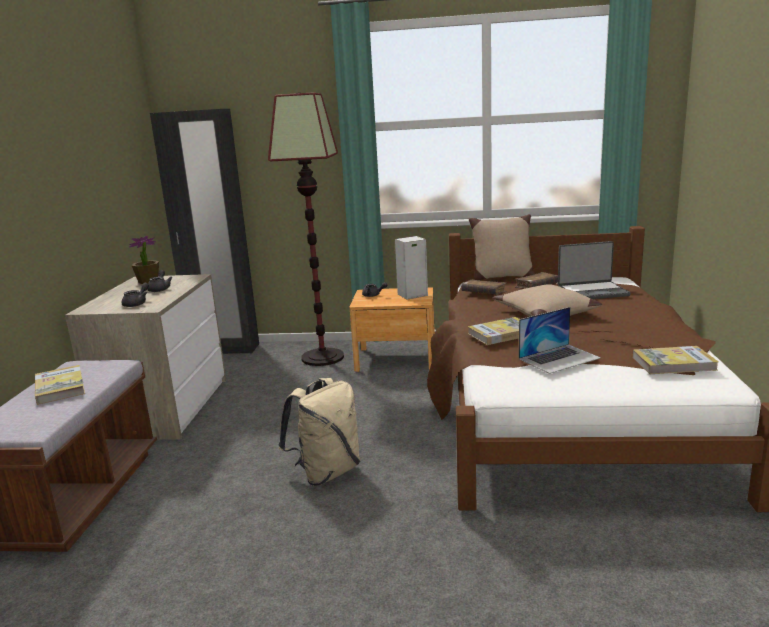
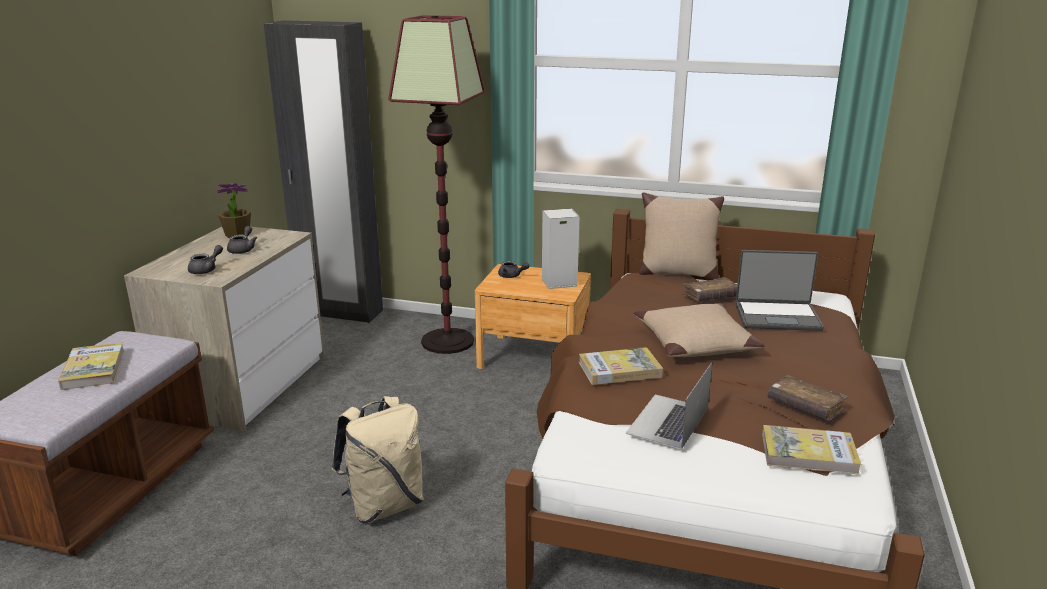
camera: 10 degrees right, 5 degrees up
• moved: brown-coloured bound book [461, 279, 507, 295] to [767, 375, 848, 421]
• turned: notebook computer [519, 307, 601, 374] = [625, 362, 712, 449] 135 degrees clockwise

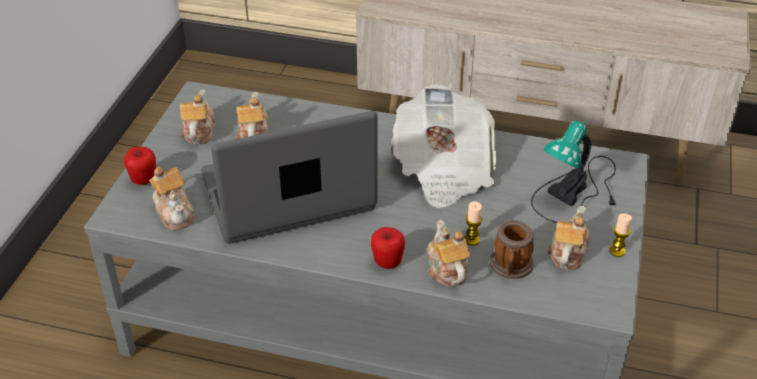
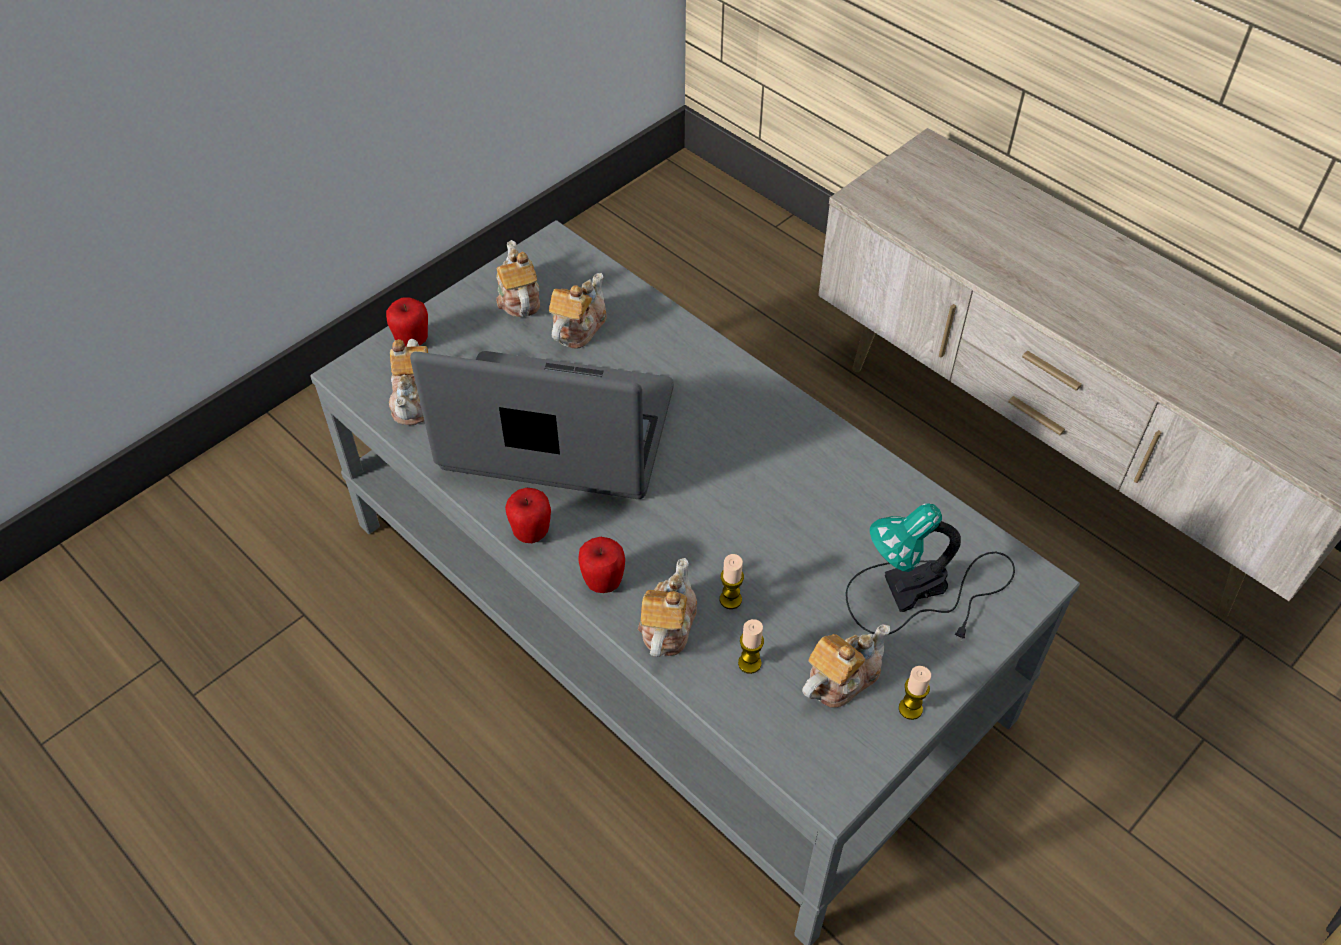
camera: 30 degrees right, 10 degrees up
• turned: pot for tea [180, 90, 215, 144] = [496, 240, 540, 317] 45 degrees counterclockwise
• removed: newspaper [390, 84, 496, 208]
• replaced: mug [490, 220, 534, 279] to wax candle [738, 619, 764, 674]
• added: apple [505, 488, 551, 543]

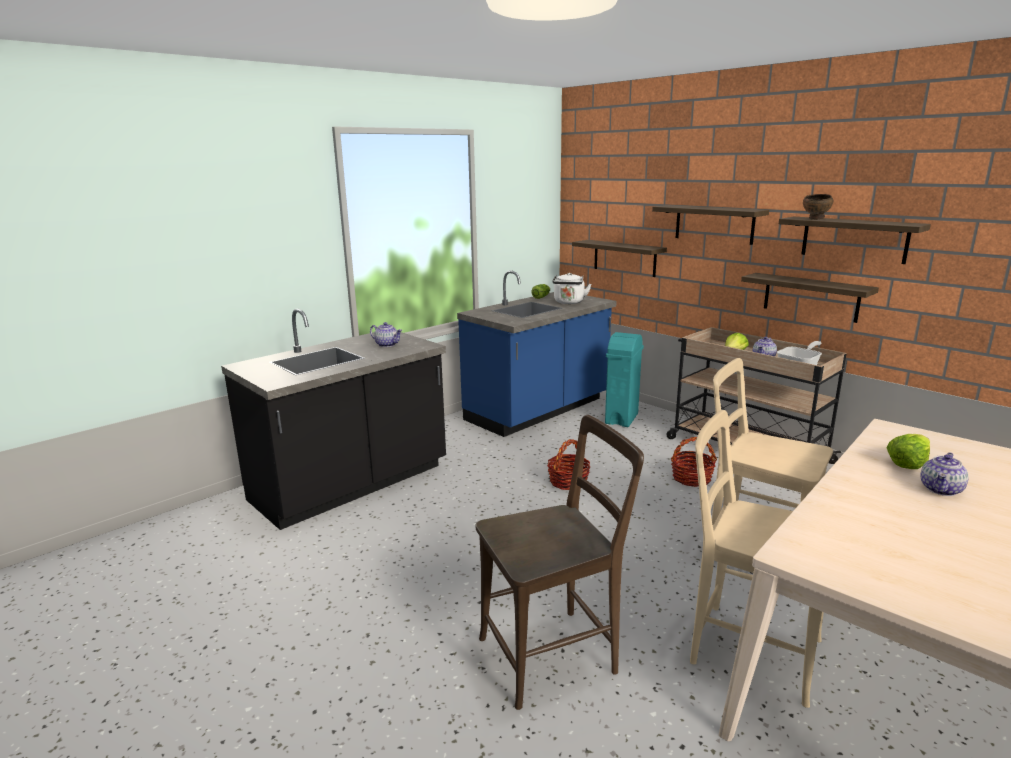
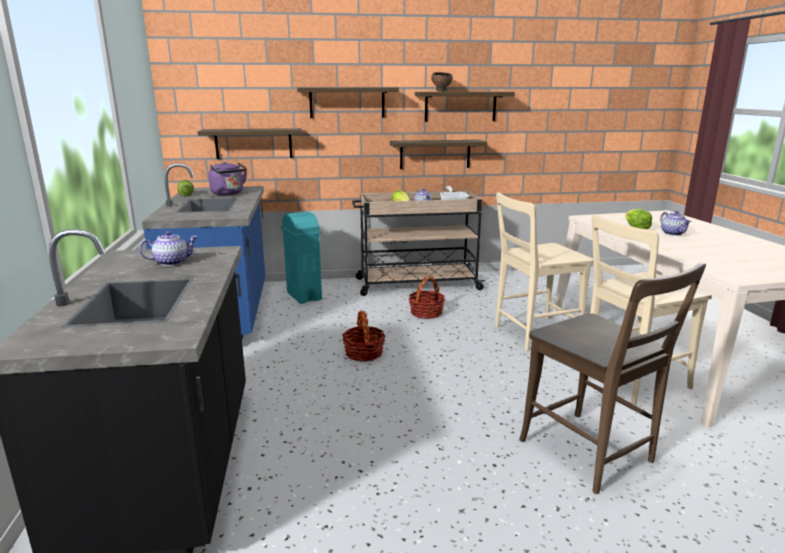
camera: 55 degrees left, 0 degrees up
• turned: brown-coloured plain chair [476, 415, 644, 710] = [519, 263, 706, 494] 135 degrees clockwise
• recoloured: white tea kettle [553, 273, 591, 304] to purple-coloured tea kettle [208, 161, 247, 195]

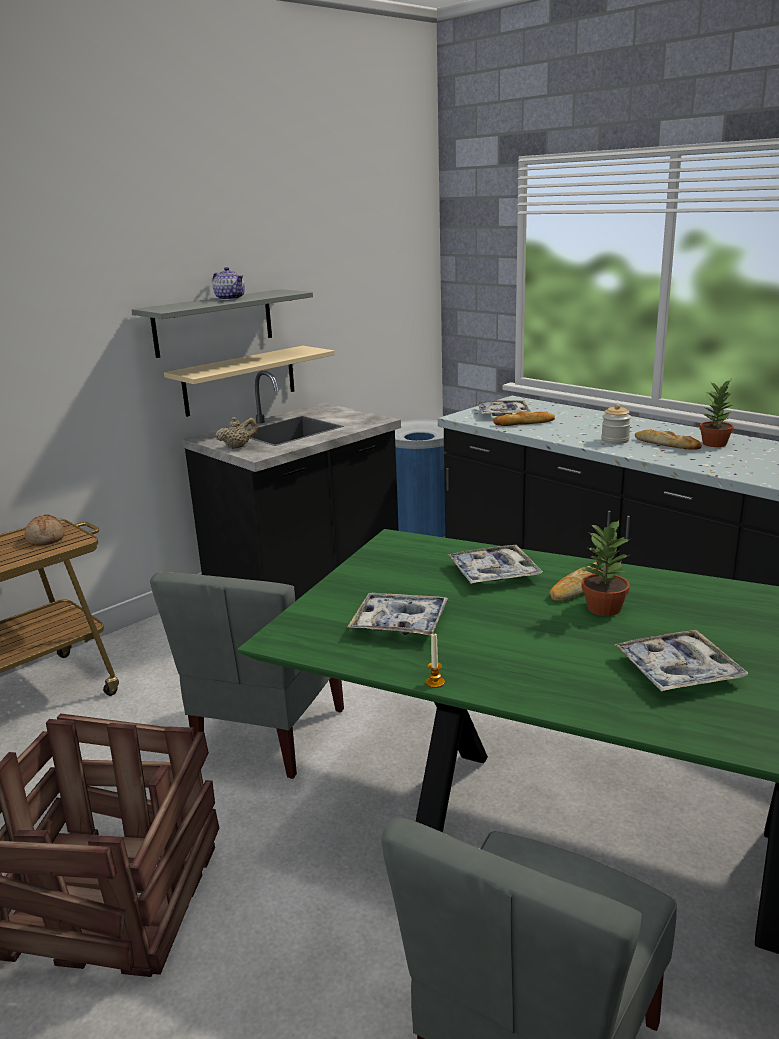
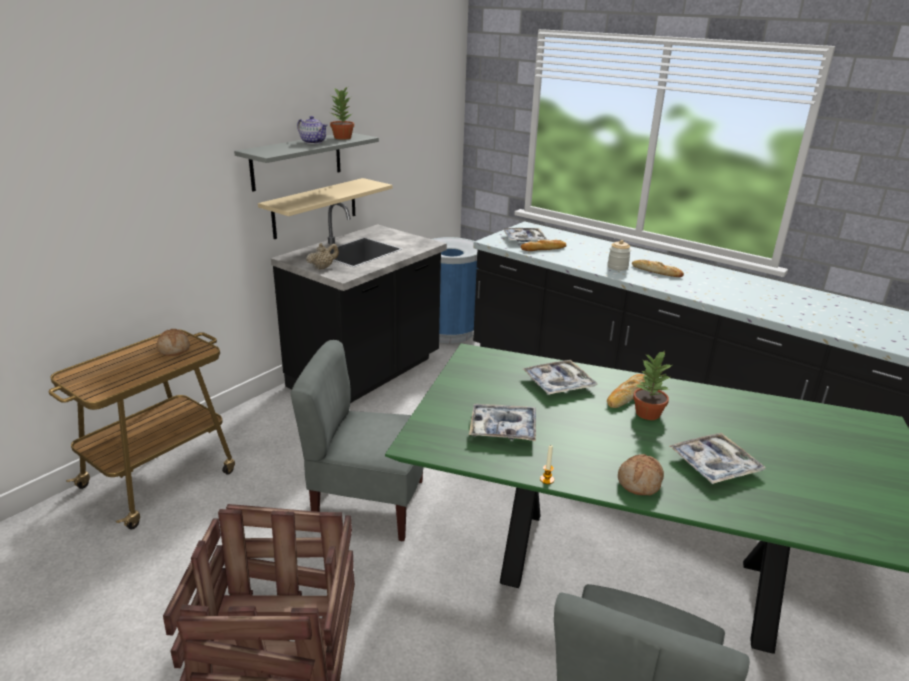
camera: 10 degrees left, 5 degrees up
• turned: greyish plain chair [150, 572, 344, 779] = [290, 340, 424, 541] 90 degrees clockwise
• moved: potted plant [700, 380, 733, 447] to [330, 87, 354, 140]
• added: bread [618, 454, 664, 495]

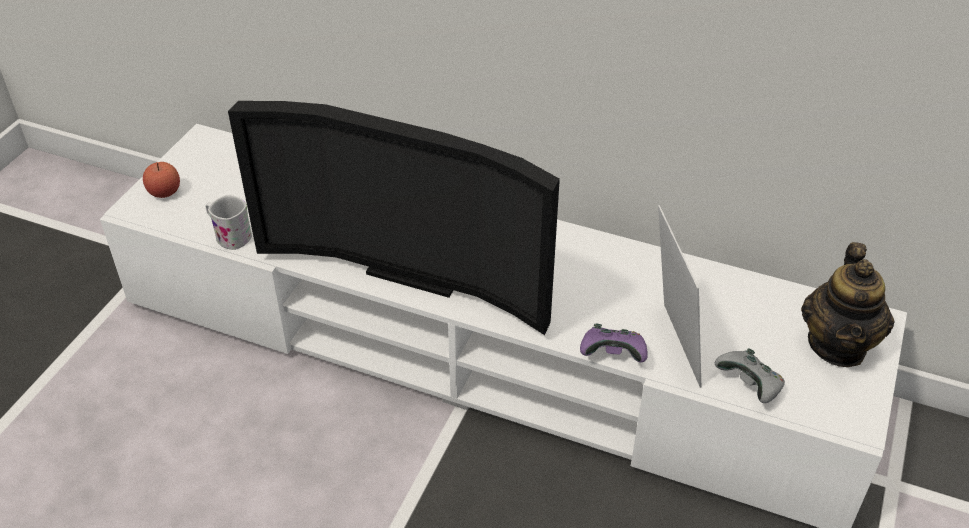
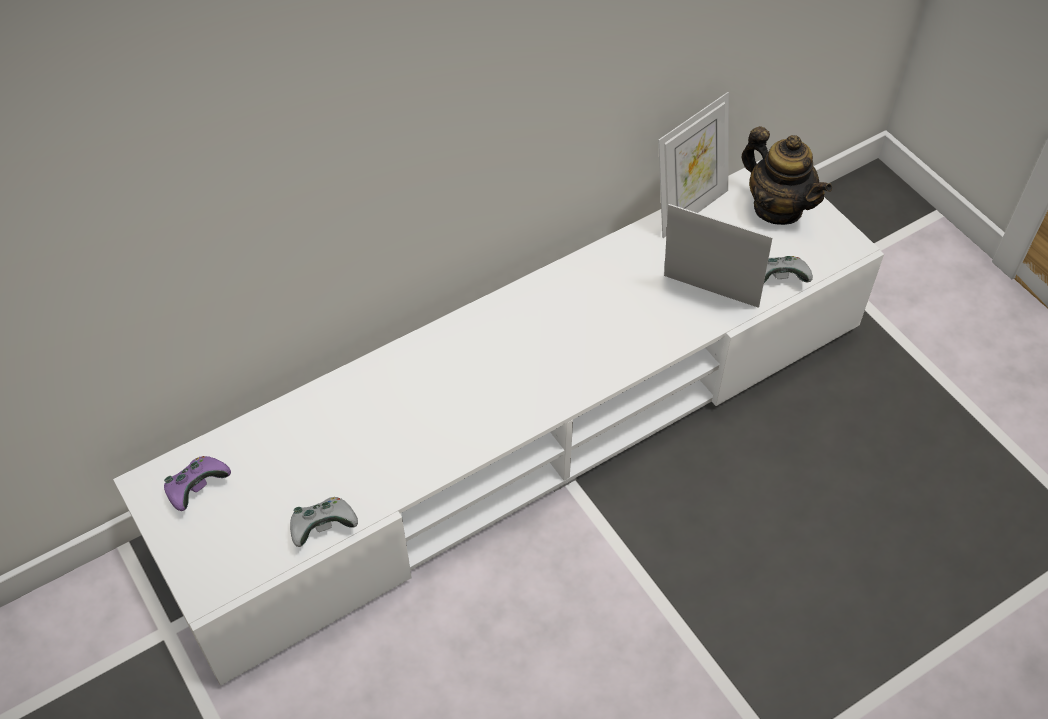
camera: 55 degrees left, 10 degrees up
• removed: apple [143, 162, 180, 198]
• replaced: white mug [206, 195, 252, 250] to greyish game controller [290, 497, 358, 547]
• removed: TV [228, 101, 560, 335]
• moved: purple-coloured game controller [580, 324, 648, 362] to [164, 456, 231, 511]
• added: photo frame [658, 92, 729, 238]

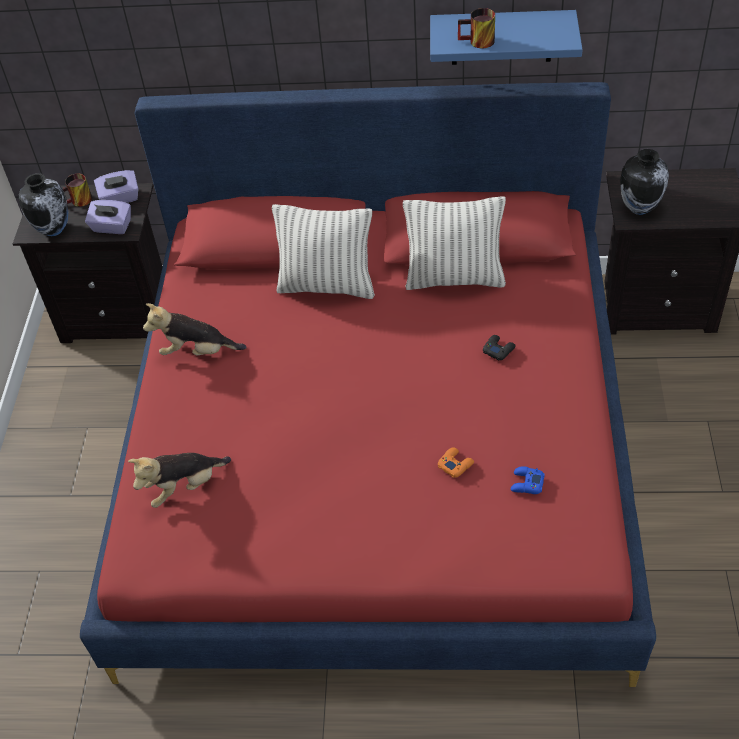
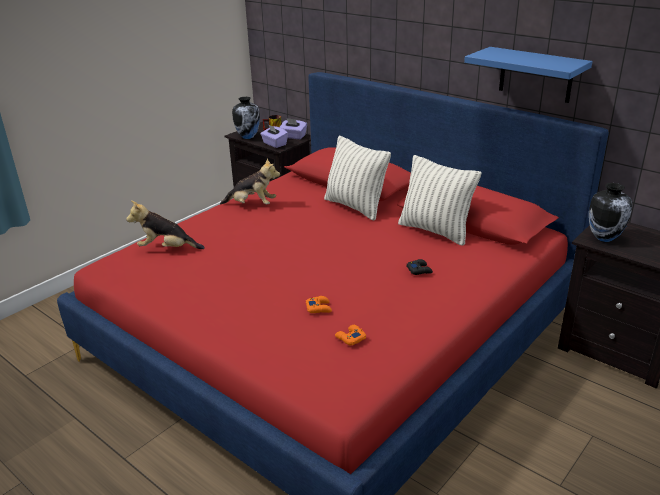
camera: 35 degrees right, 20 degrees down
• turned: plush toy [143, 303, 247, 355] = [220, 158, 280, 205] 150 degrees clockwise
• removed: mug [458, 8, 495, 48]
• recoloured: blue-coloured game controller [511, 466, 545, 494] to orange game controller [335, 325, 366, 346]

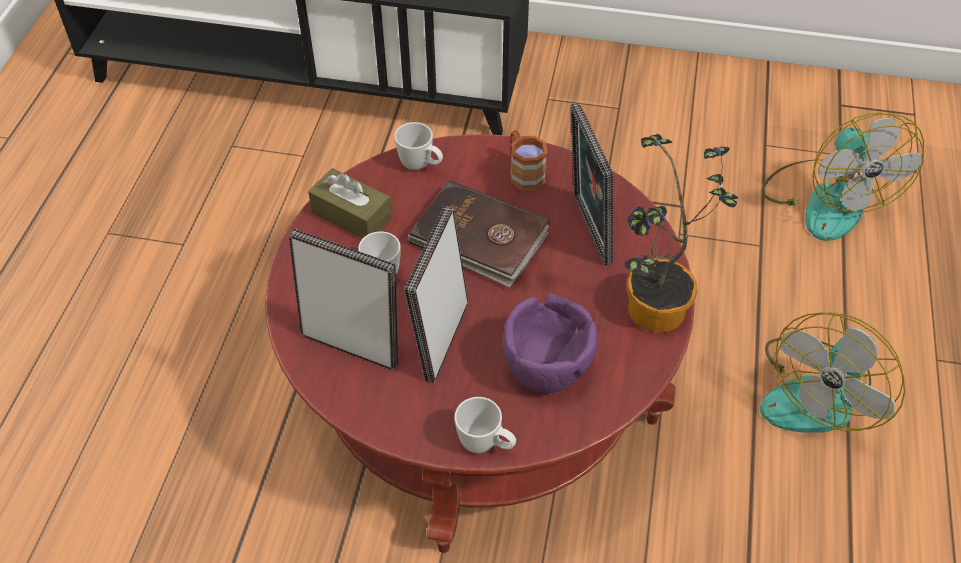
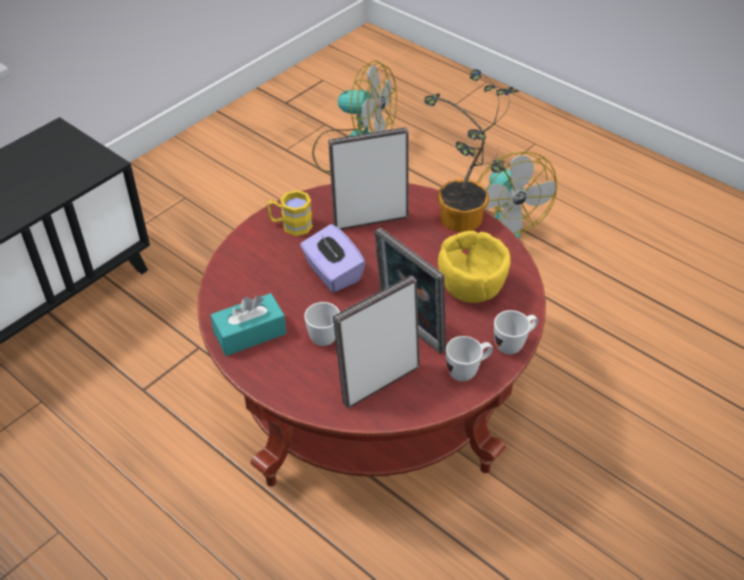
camera: 60 degrees left, 5 degrees down
• recoloured: brown-coloured tissue holder [308, 168, 392, 239] to turquoise-coloured tissue holder [210, 293, 286, 356]
• moved: white mug [394, 122, 443, 170] to [446, 336, 493, 381]
• replaced: brown-coloured bound book [407, 180, 549, 288] to purple-coloured tissue holder [300, 224, 365, 293]
• recoloured: purple-coloured serving bowl [503, 294, 598, 393] to yellow serving bowl [438, 231, 510, 303]
• recoloured: brown-coloured mug [510, 130, 548, 191] to yellow mug [267, 190, 313, 236]
• turned: photo frame [570, 103, 614, 265] = [328, 127, 409, 230] 150 degrees clockwise

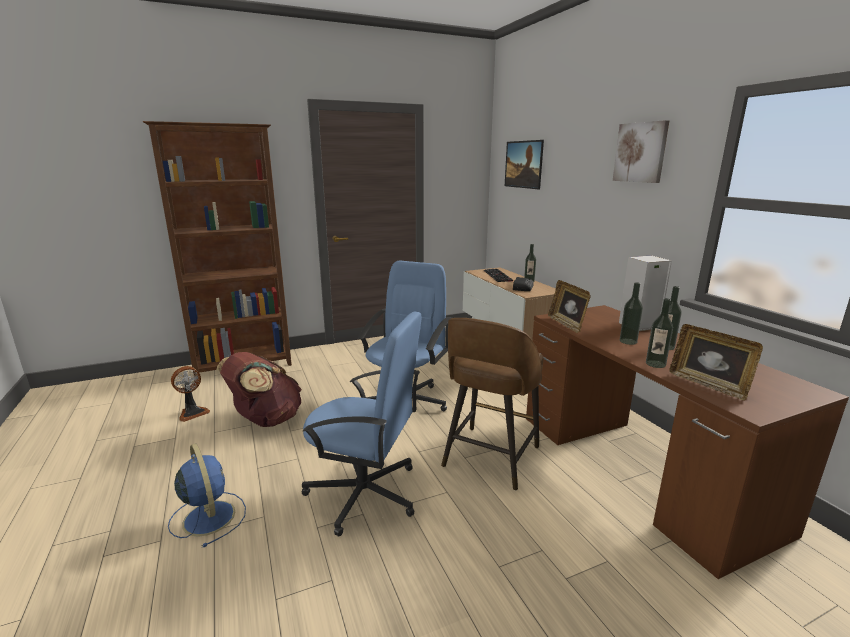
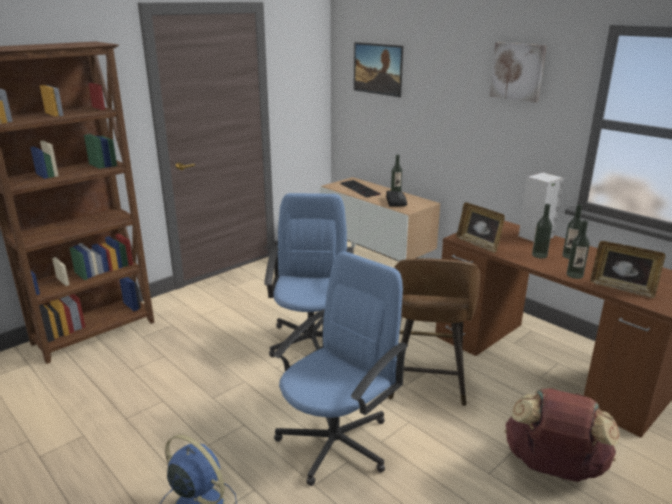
camera: 20 degrees left, 5 degrees up
• removed: fan [171, 366, 210, 422]
• moved: brown-coloured rucksack [217, 352, 302, 427] to [505, 388, 620, 482]
• turned: blue-coloured desk chair [301, 312, 421, 537] = [274, 251, 408, 486] 45 degrees counterclockwise

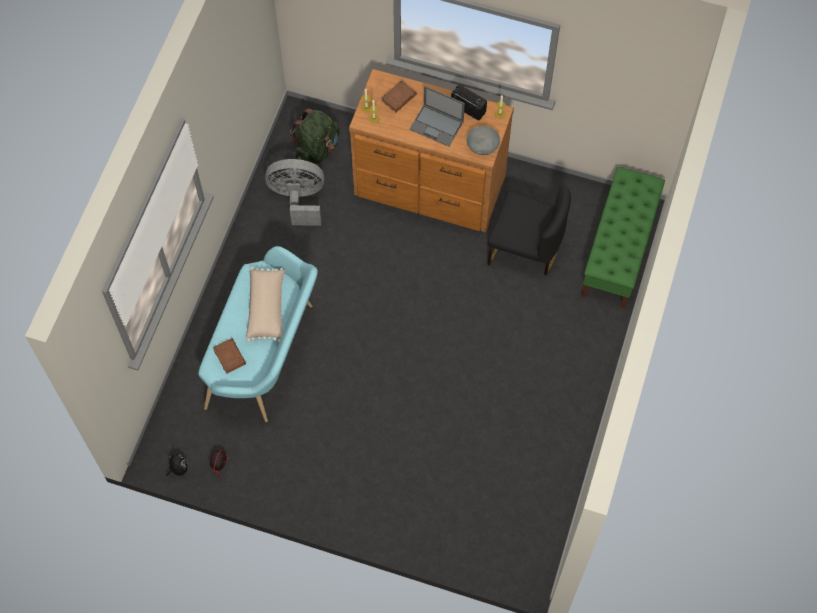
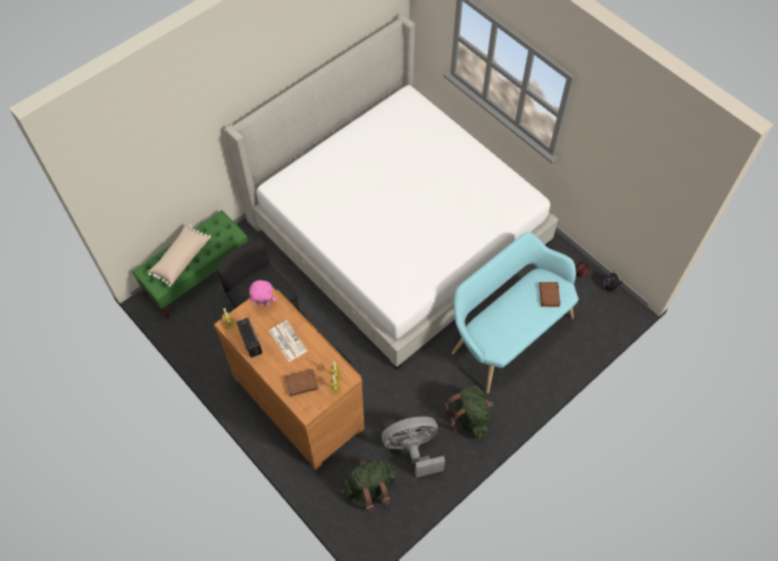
camera: 150 degrees left, 5 degrees down
• moved: beige cushion [246, 267, 285, 343] to [148, 224, 211, 287]
• turned: greyish fan [265, 159, 324, 226] = [382, 417, 445, 478] 135 degrees clockwise
• replaced: notebook computer [410, 86, 465, 147] to newspaper [269, 320, 307, 362]
• replaced: greyish serving bowl [466, 126, 500, 155] to pink-coloured plush toy [249, 280, 276, 306]
• added: sleeping bed [224, 14, 558, 369]
• added: greenish rucksack [445, 386, 493, 440]

